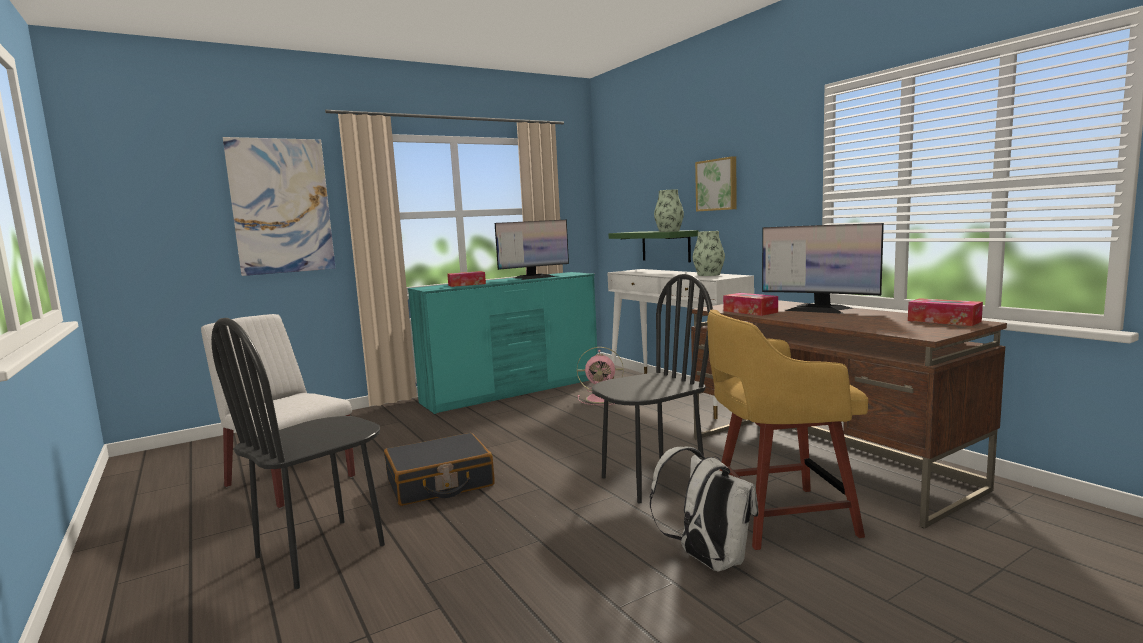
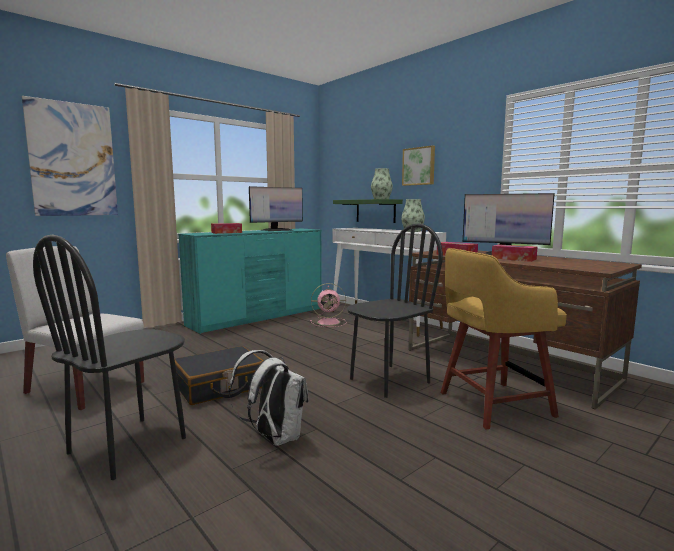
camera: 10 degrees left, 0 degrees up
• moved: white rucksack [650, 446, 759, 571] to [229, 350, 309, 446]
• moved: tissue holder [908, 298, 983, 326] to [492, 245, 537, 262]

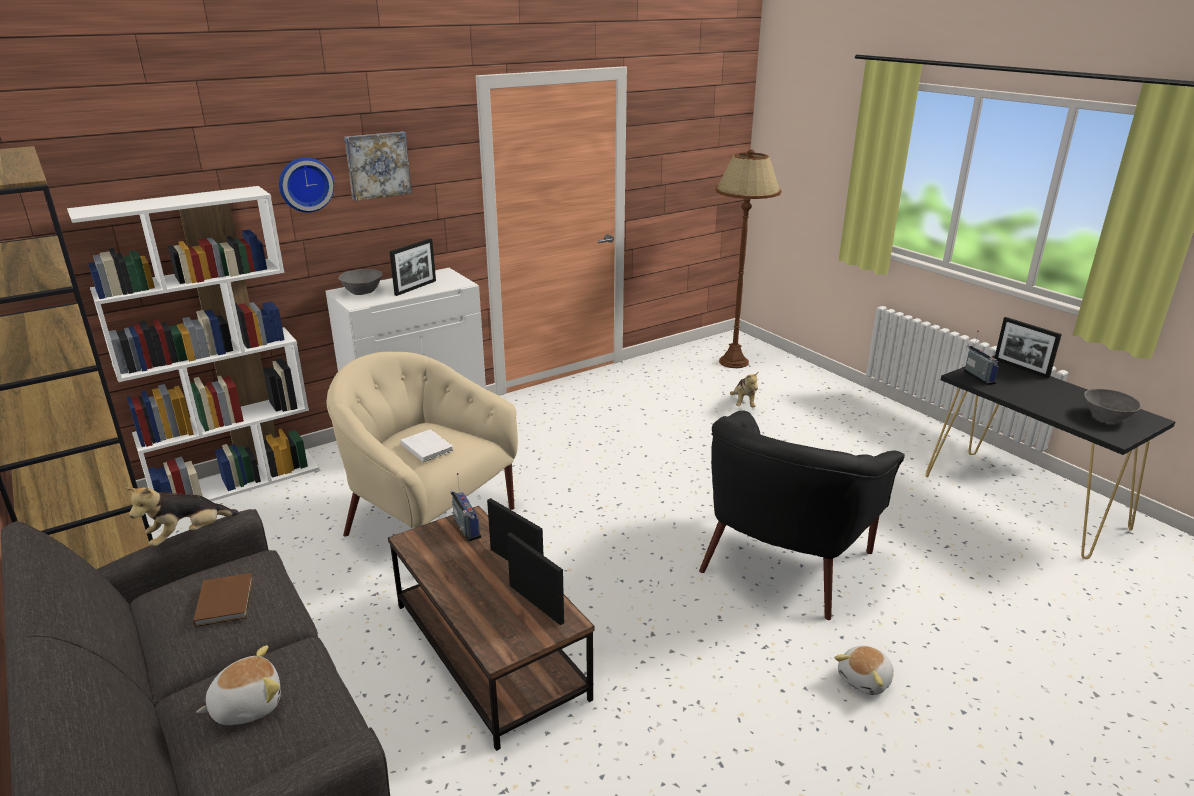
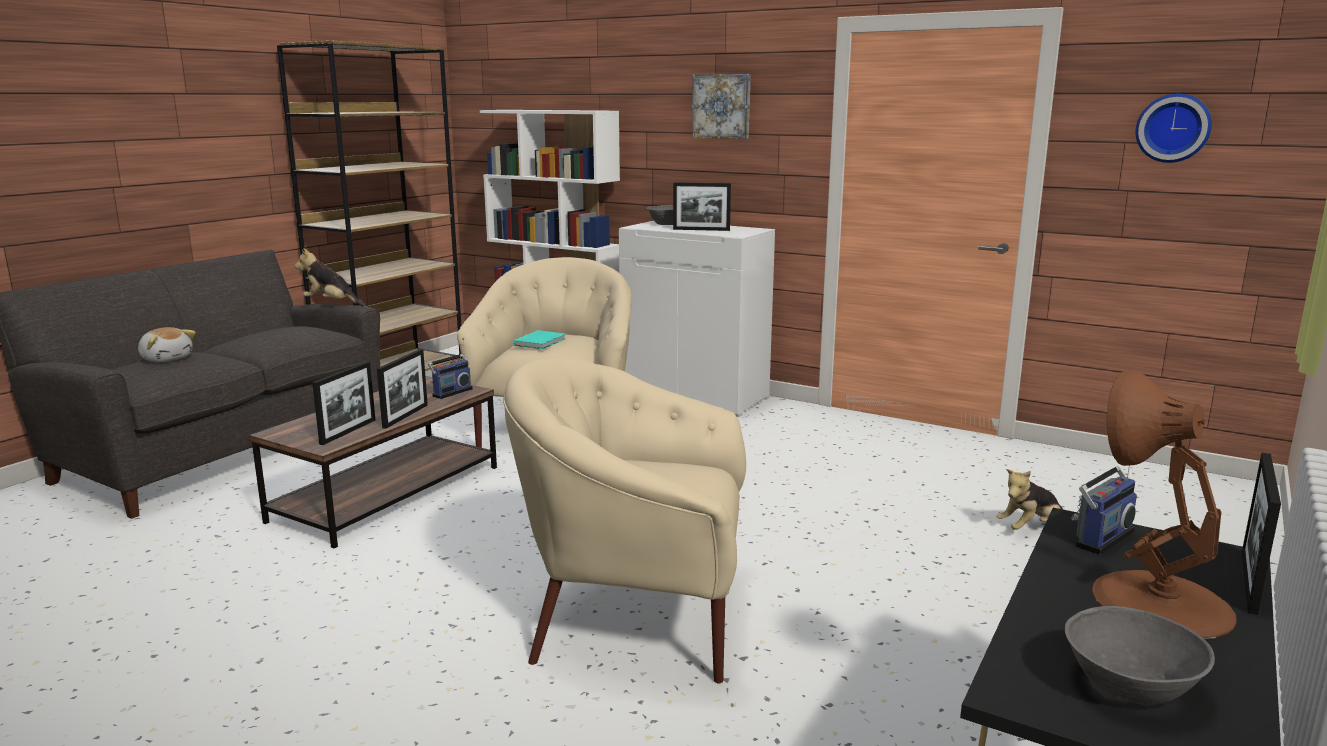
camera: 65 degrees right, 10 degrees down
• removed: brown-coloured bound book [193, 573, 253, 627]
• moved: clock on the wall [279, 157, 334, 213] to [1136, 94, 1212, 163]
• recoloured: white bound book [401, 429, 454, 462] to turquoise-coloured bound book [514, 330, 566, 349]
• recoloured: black-coloured lounge chair [699, 411, 905, 620] to beige lounge chair [503, 358, 746, 683]
• removed: brown-coloured standard lamp [716, 149, 782, 368]
• removed: plush toy [835, 646, 894, 695]
• added: brown-coloured table lamp [1092, 371, 1237, 639]

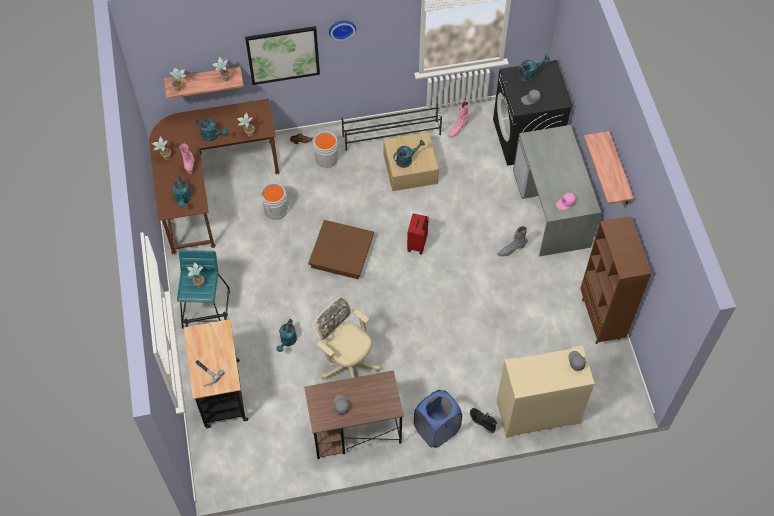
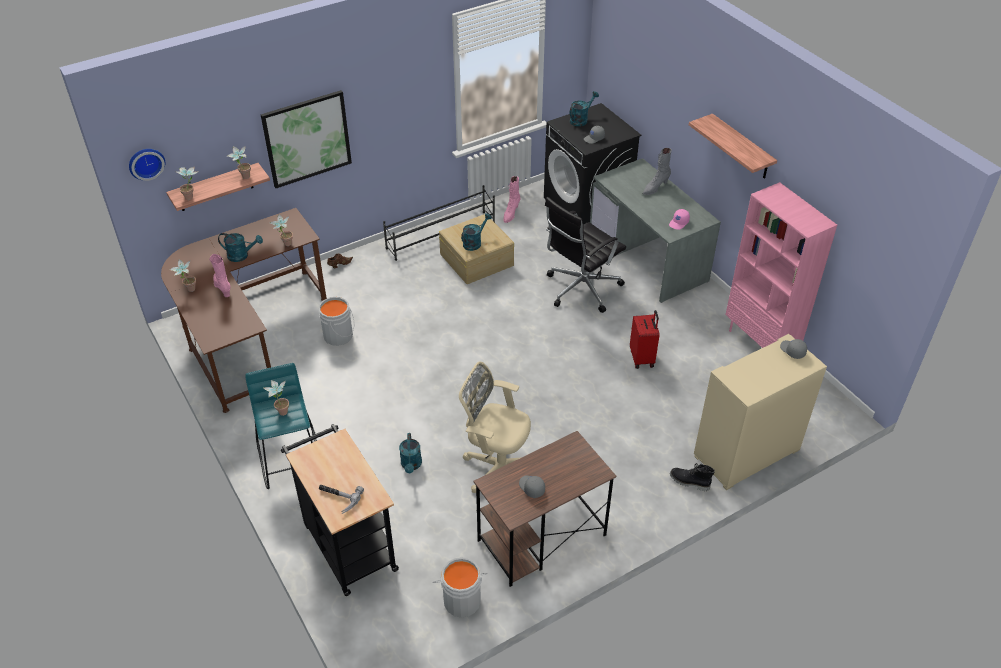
camera: 20 degrees left, 15 degrees down
• removed: turquoise-coloured sprinkling can [172, 176, 191, 208]
• removed: brown-coloured storage box [309, 220, 374, 279]
• moved: greyish pail [310, 131, 341, 168] to [433, 557, 488, 618]
• moved: clock on the wall [329, 20, 356, 41] to [129, 149, 165, 181]
• moved: red travel case [407, 214, 429, 254] to [630, 310, 660, 369]
• removed: blue-coloured washing basket [414, 390, 462, 448]
• moved: greyish high-top boot [497, 226, 528, 256] to [643, 148, 672, 195]
• recoloured: brown-coloured bookcase [580, 216, 652, 344] to pink-coloured bookcase [725, 182, 837, 348]
• added: black-coloured desk chair [545, 197, 626, 313]

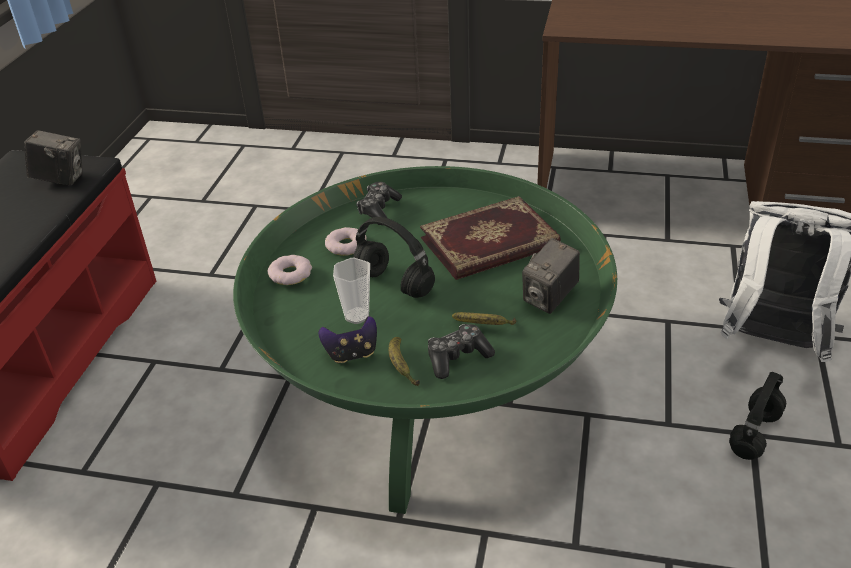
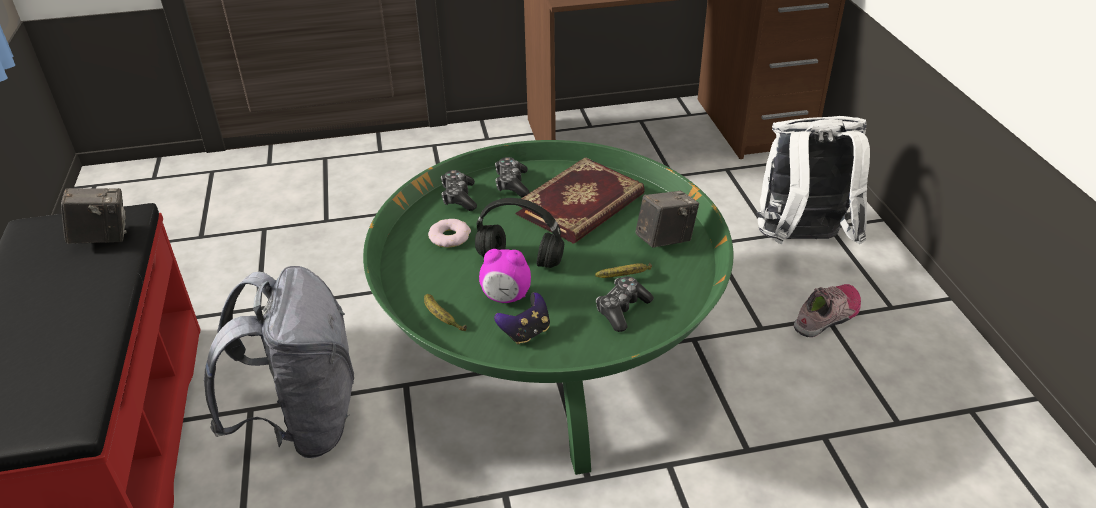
camera: 25 degrees left, 0 degrees up
• removed: donut [268, 255, 312, 285]
• replaced: cup [333, 258, 370, 324] to table clock [479, 249, 531, 303]
• moved: banana [389, 337, 420, 386] to [424, 294, 467, 331]
• turned: photo camera [522, 238, 580, 314] = [635, 191, 699, 248] 135 degrees counterclockwise
• replaced: black-coloured headphones [729, 372, 786, 460] to shoe [794, 284, 861, 337]
• added: greyish rucksack [204, 266, 354, 458]
• added: game controller [495, 157, 530, 197]

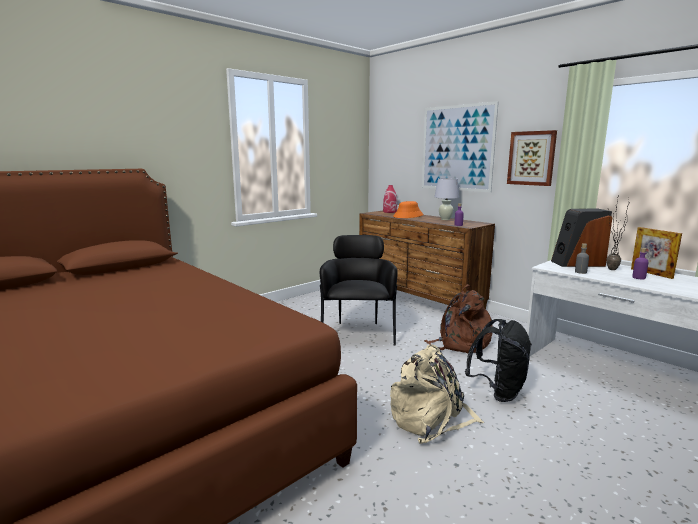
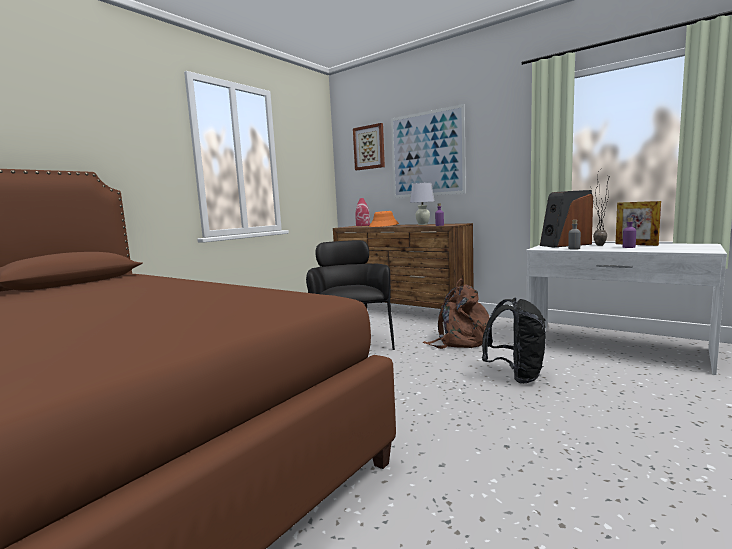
camera: 10 degrees left, 5 degrees down
• removed: beige rucksack [390, 344, 484, 444]
• moved: picture [507, 130, 557, 186] to [353, 123, 385, 170]

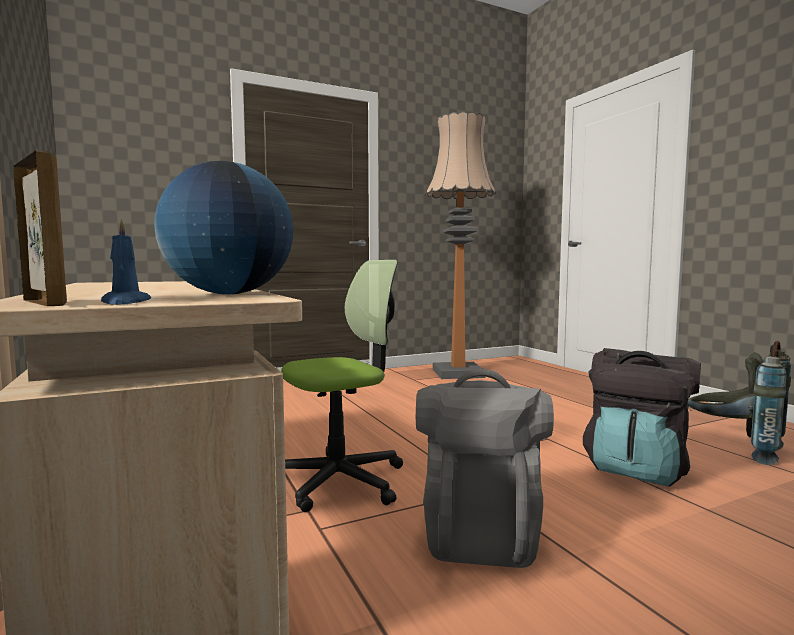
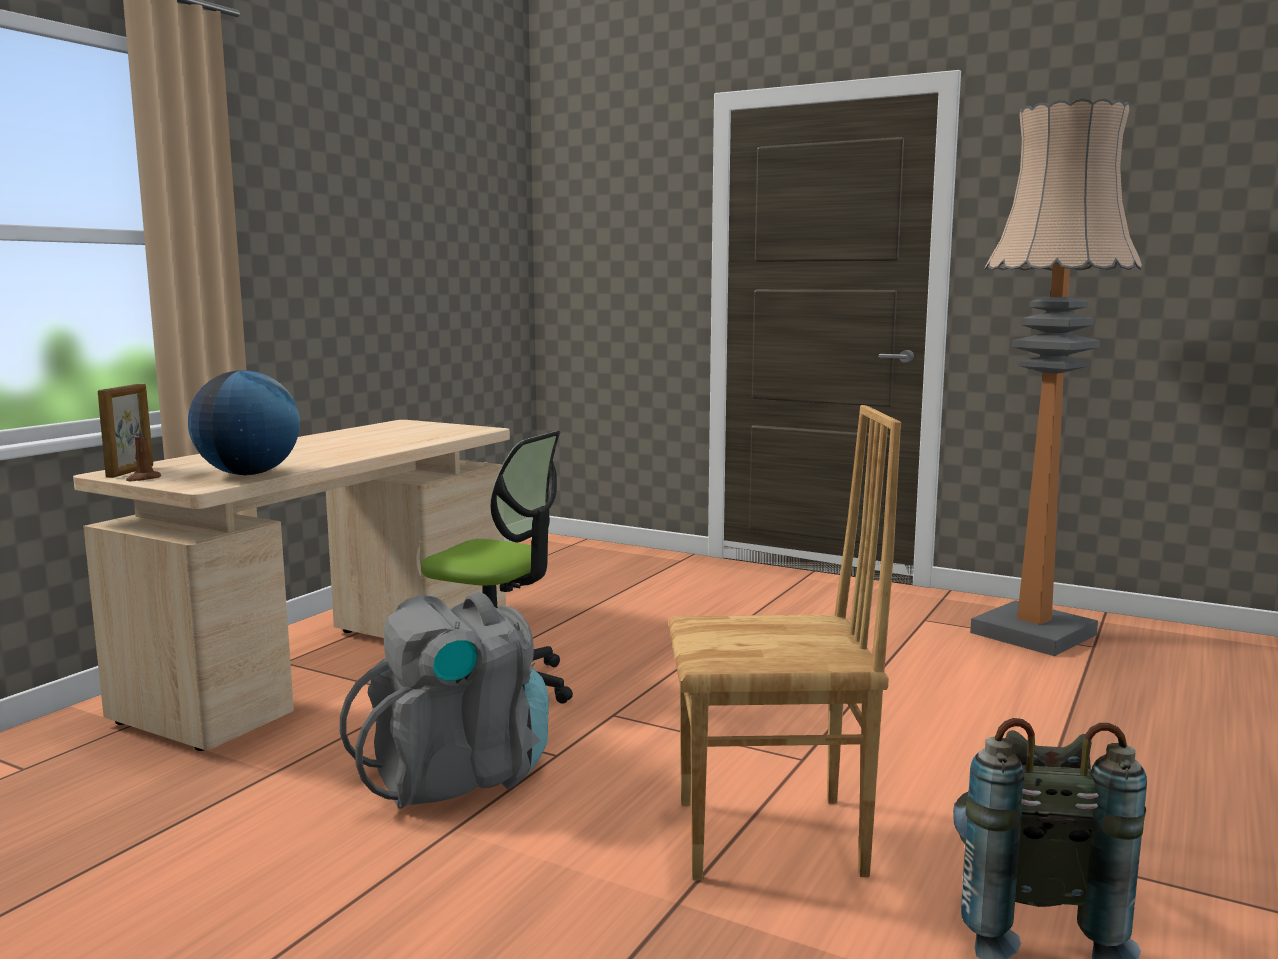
camera: 55 degrees right, 5 degrees up
• recoloured: blue-coloured wax candle [101, 219, 151, 305] to brown-coloured wax candle [126, 427, 161, 481]
• replaced: black-coloured rucksack [583, 348, 701, 487] to brown-coloured plain chair [669, 405, 901, 881]

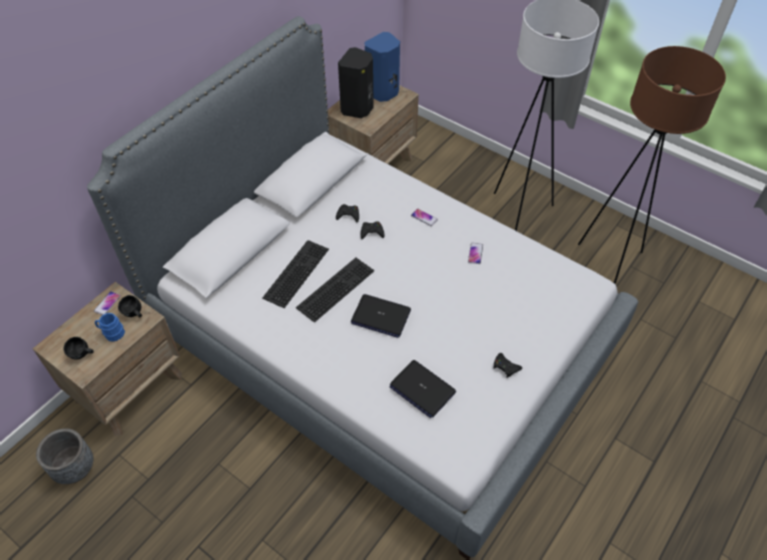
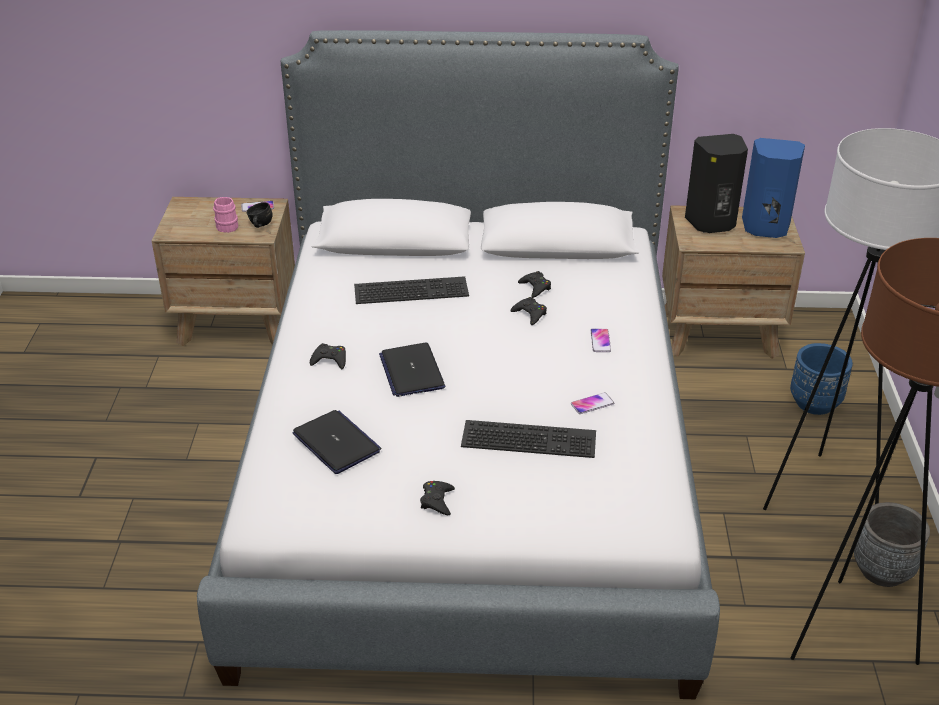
camera: 55 degrees right, 15 degrees down
• moved: greyish planter [36, 428, 94, 484] to [854, 502, 930, 587]
• removed: black-coloured mug [64, 337, 94, 360]
• recoloured: blue-coloured mug [95, 313, 125, 342] to pink-coloured mug [213, 197, 238, 233]
• moved: keyboard [296, 258, 374, 323] to [461, 420, 596, 458]
• turned: notebook computer [390, 360, 456, 418] = [292, 410, 381, 474] 135 degrees clockwise
• added: black-coloured game controller [310, 343, 346, 370]
• added: blue-coloured planter [790, 343, 853, 415]

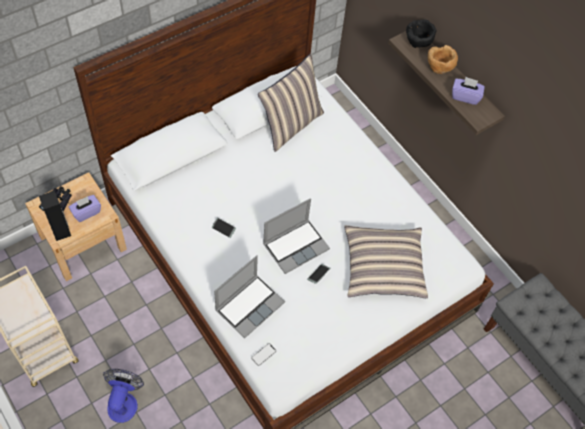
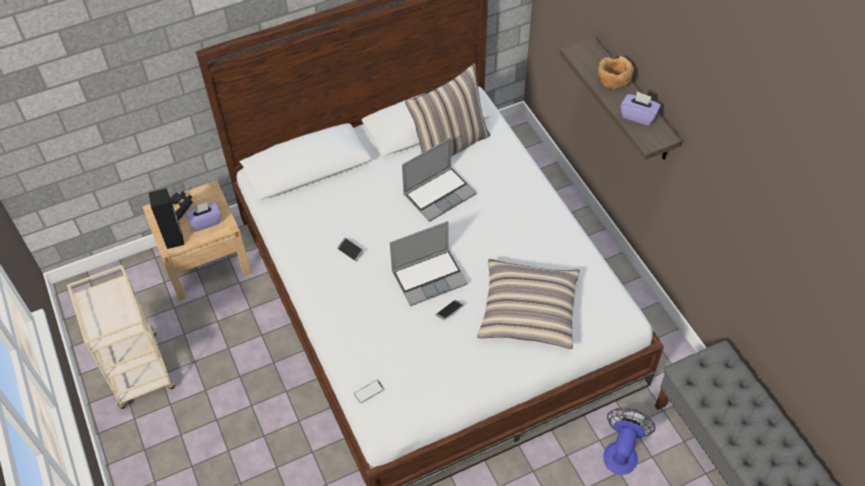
camera: 15 degrees right, 5 degrees down
• moved: fan [103, 369, 144, 423] to [603, 407, 655, 475]
• moved: notebook computer [214, 255, 285, 338] to [402, 138, 476, 222]
• removed: black-coloured serving bowl [406, 20, 436, 48]

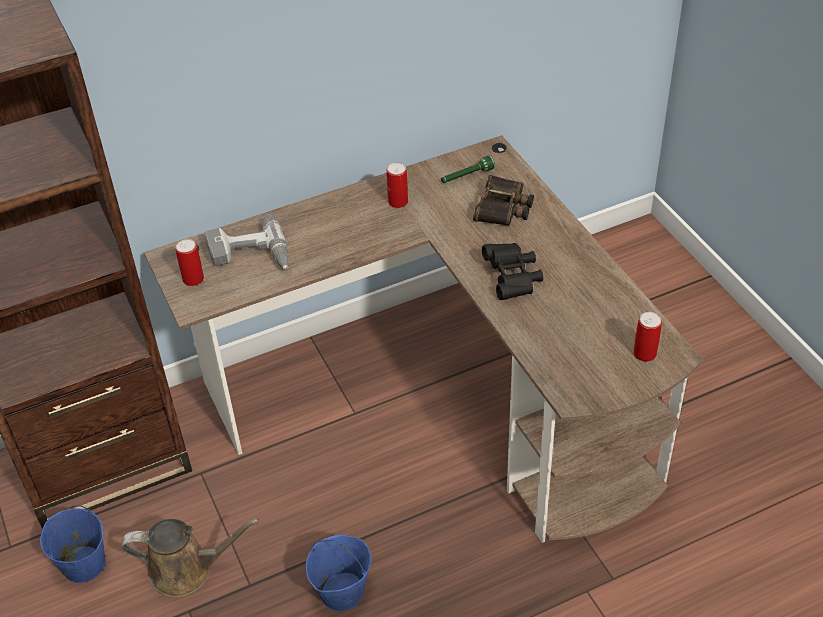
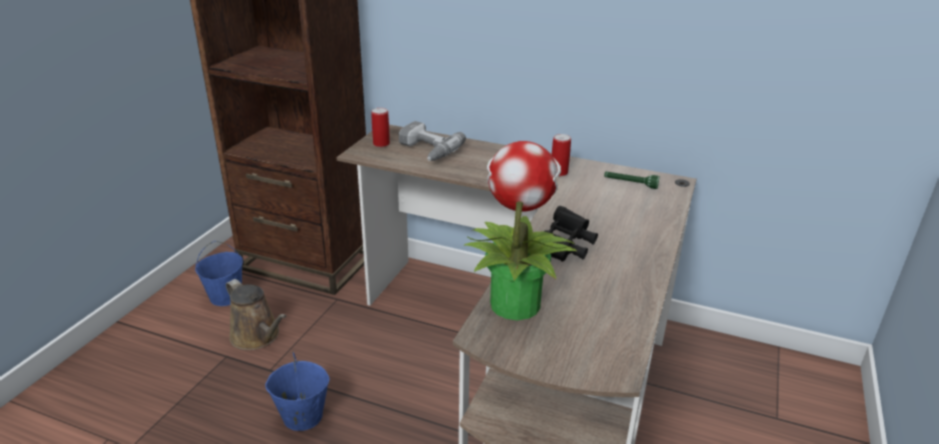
camera: 45 degrees right, 15 degrees down
• removed: binoculars [473, 175, 534, 226]
• removed: sealed can [634, 312, 662, 362]
• added: potted plant [463, 141, 577, 320]

